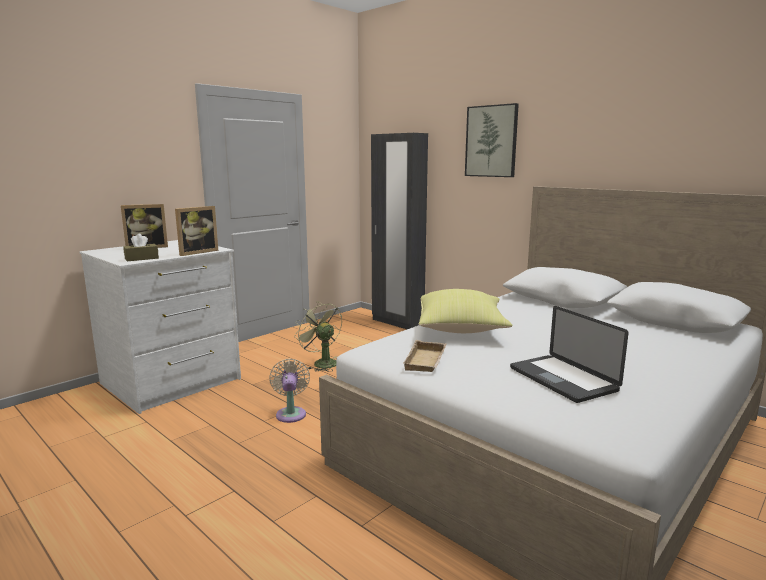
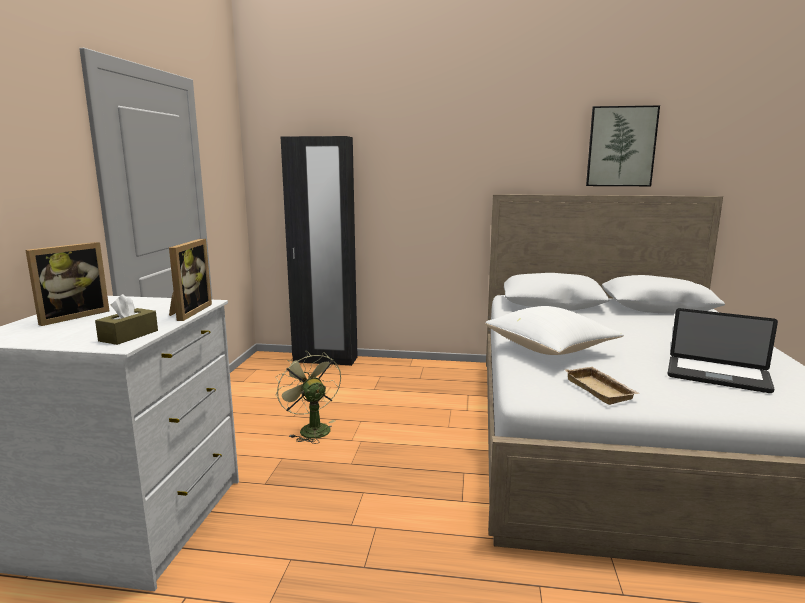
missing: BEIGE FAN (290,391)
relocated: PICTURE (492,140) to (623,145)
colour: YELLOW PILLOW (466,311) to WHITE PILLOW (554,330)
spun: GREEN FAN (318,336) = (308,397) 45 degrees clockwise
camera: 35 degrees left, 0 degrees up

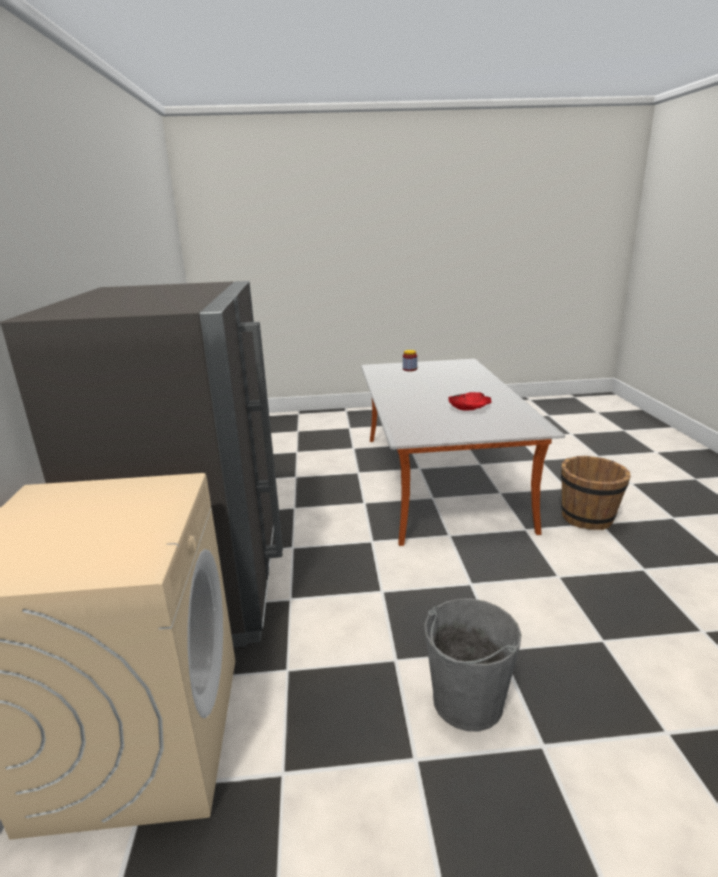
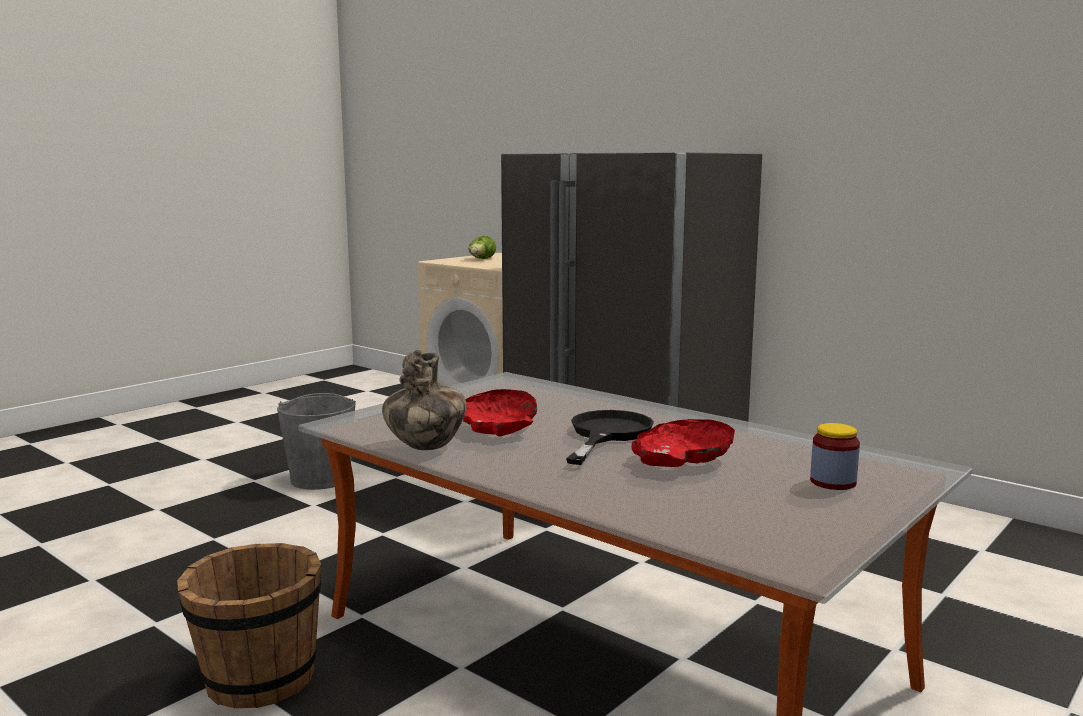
appeared: VASE (424,400); LETTUCE (482,247); BLACK FRYING PAN (610,437); RED BOWL (683,443)
camera: 135 degrees right, 10 degrees down

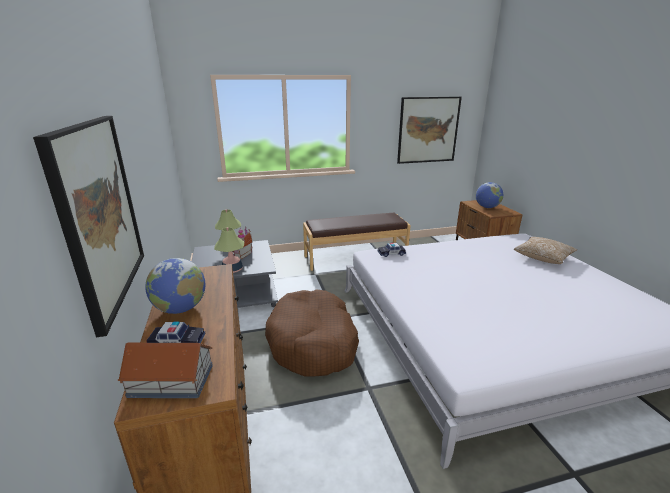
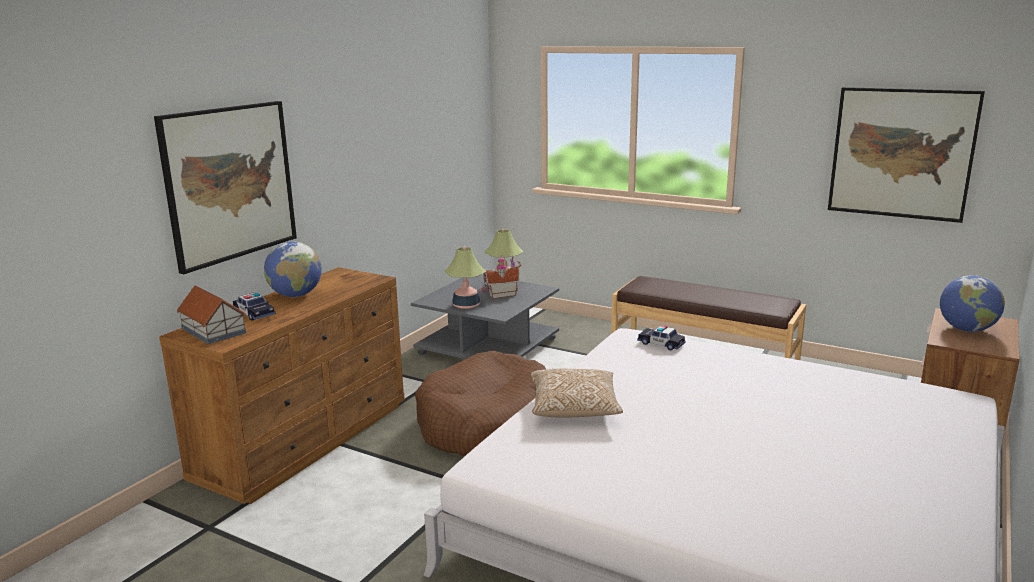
relocated: PILLOW (545,250) to (577,393)
camera: 45 degrees right, 5 degrees down

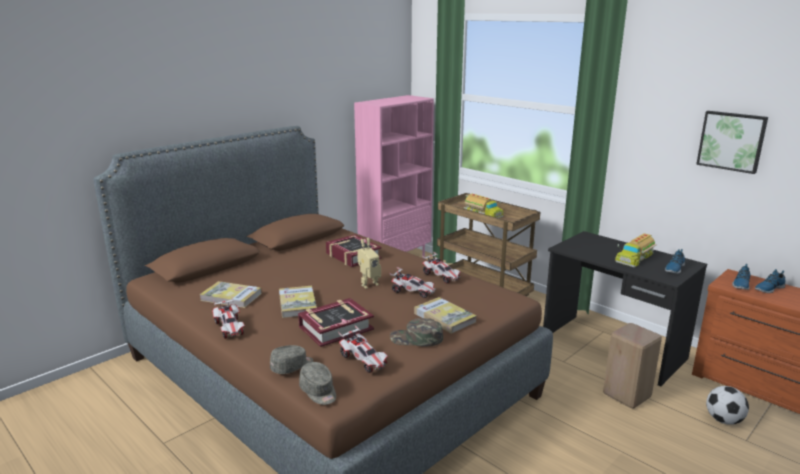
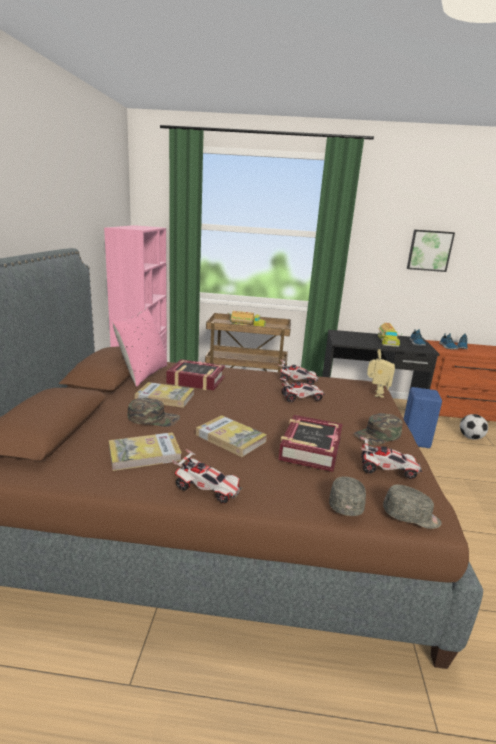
appeared: PINK PILLOW (139,347); GREEN CAP (154,412)
relocated: TOY ROBOT (369,263) to (381,373); BOOK (445,315) to (164,395)
colour: BEIGE STOOL (632,365) to BLUE STOOL (423,417)
camera: 40 degrees left, 0 degrees up

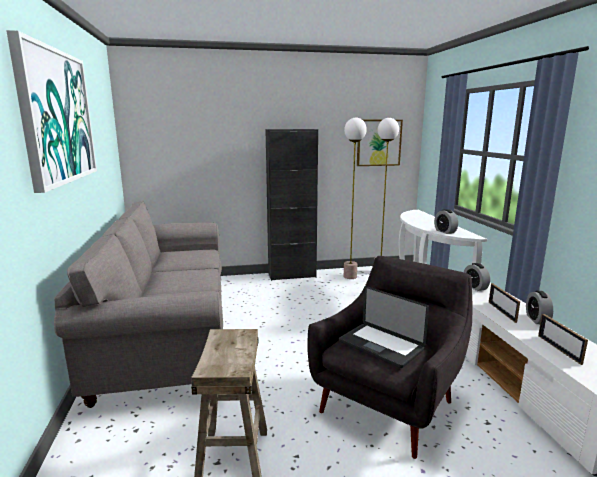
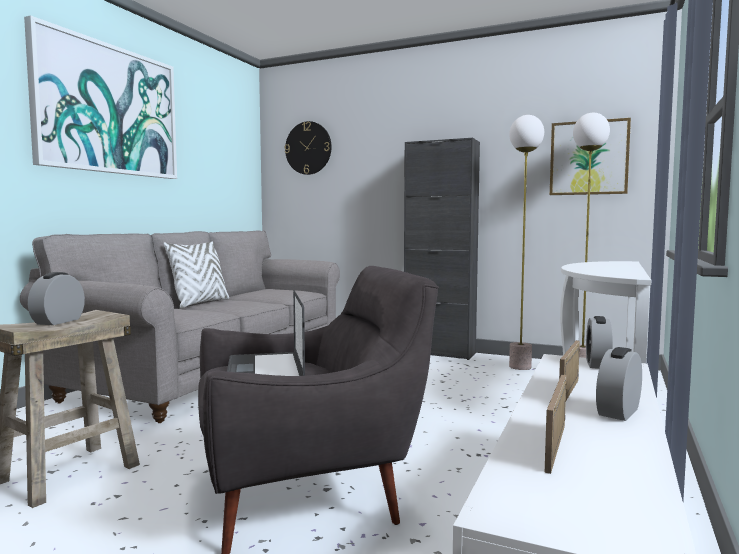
appeared: WHITE PILLOW (196,274); WALL CLOCK (308,148)
relocated: ALARM CLOCK (446,221) to (56,298)
camera: 35 degrees right, 10 degrees down

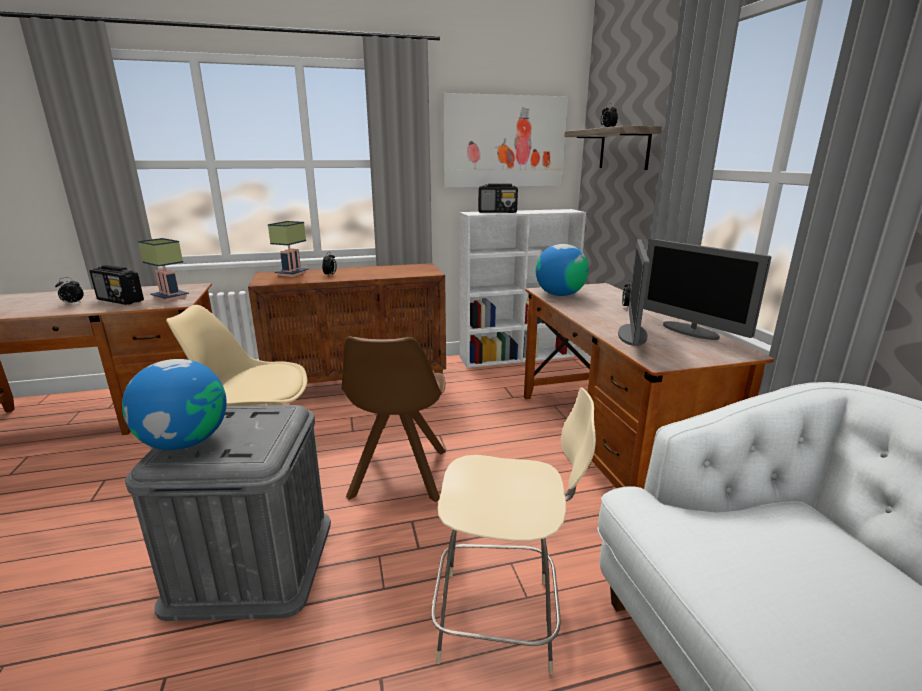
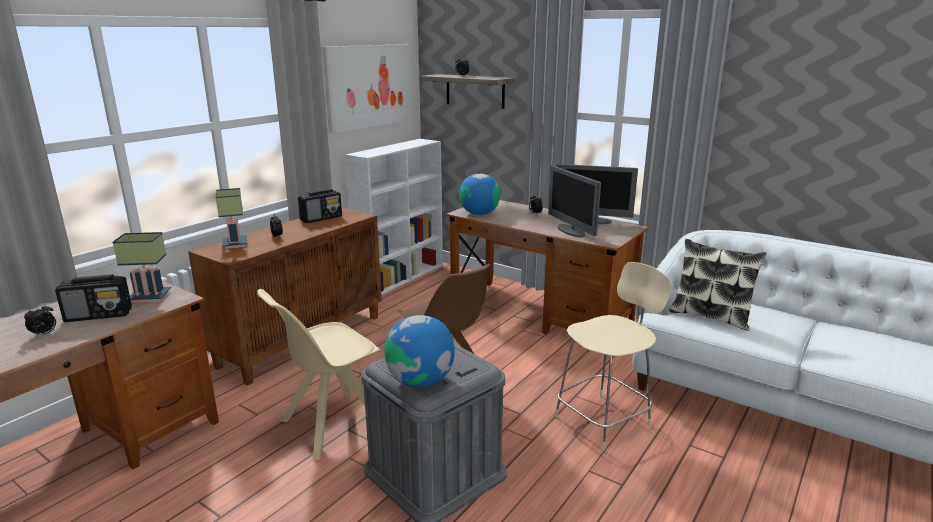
appeared: PILLOW (717,285)
relocated: RADIO (498,198) to (320,206)
camera: 40 degrees left, 0 degrees up

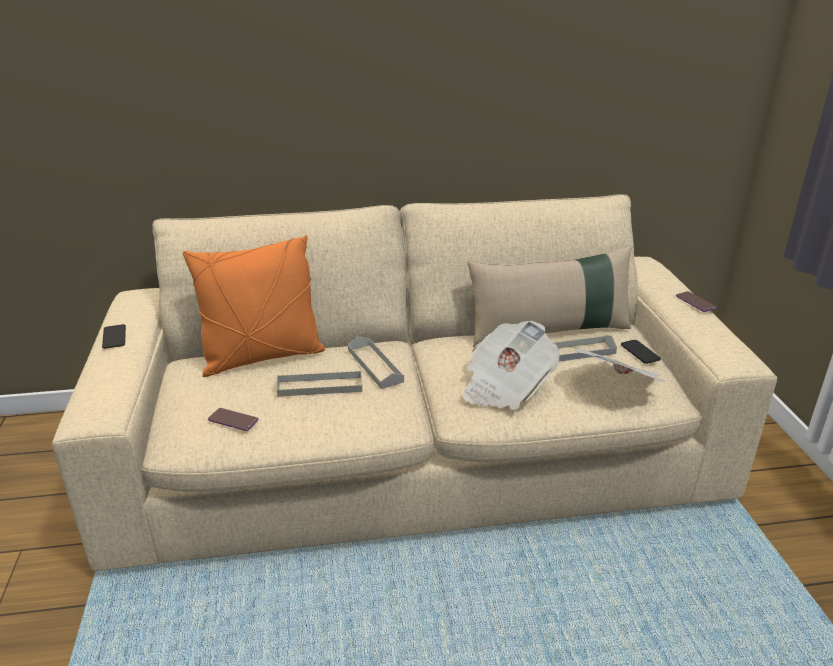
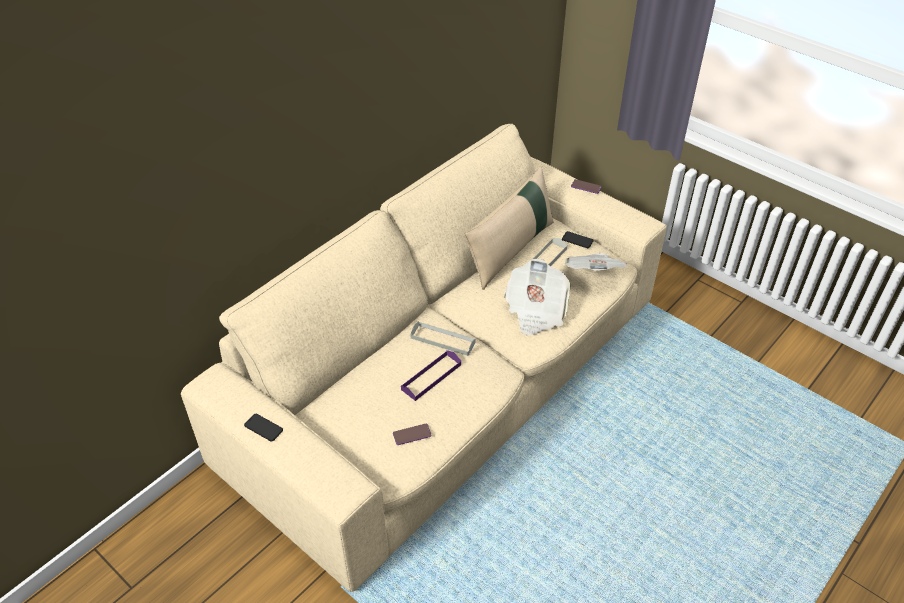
missing: ORANGE PILLOW (254,306)
colour: GREY TRAY (319,383) to PURPLE TRAY (431,375)
camera: 40 degrees left, 15 degrees up

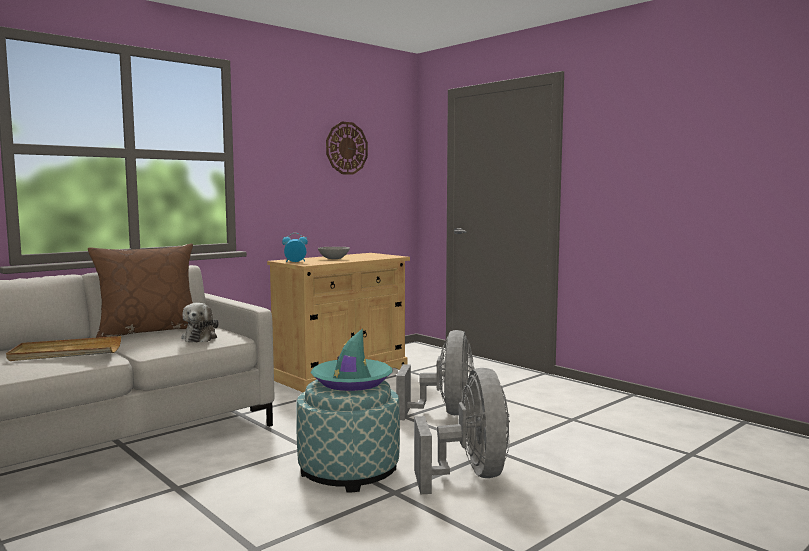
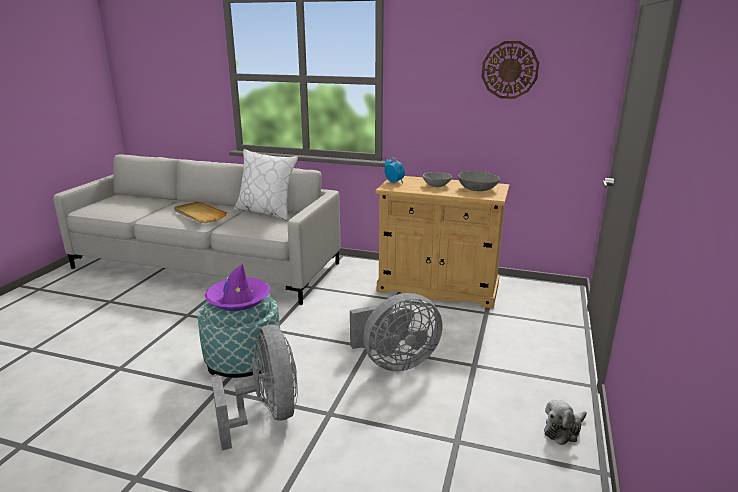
appeared: GREY BOWL (479,181)
relocated: PLUSH TOY (200,322) to (565,422)
colour: BROWN PILLOW (140,291) to WHITE PILLOW (266,185); TURQUOISE HAT (351,359) to PURPLE HAT (237,287)
spun: GREY FAN (462,431) = (254,387) 75 degrees counterclockwise
camera: 60 degrees right, 15 degrees up

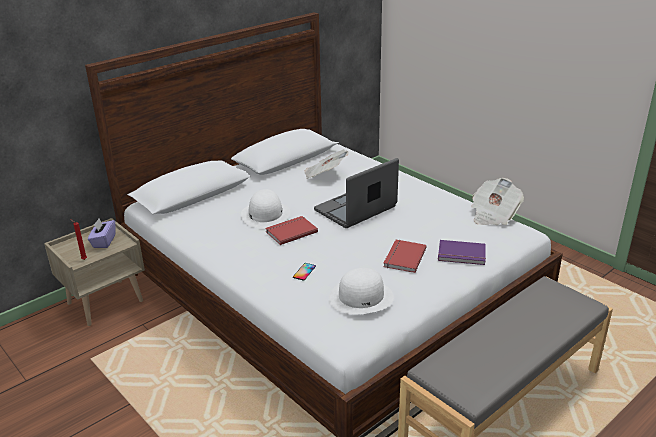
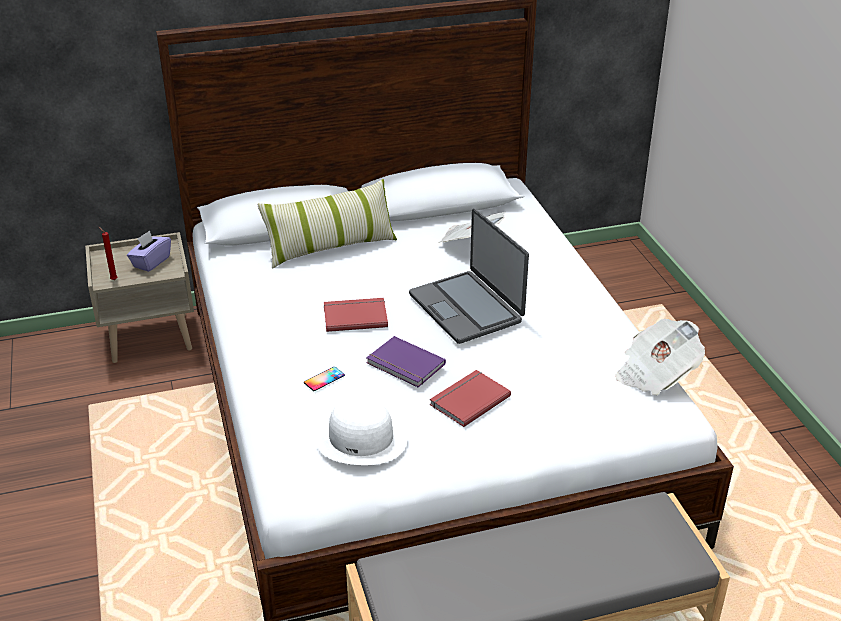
missing: WHITE HAT (265,208)
appeared: PILLOW (327,224)
relocated: PURPLE BOOK (462,252) to (406,361)
spun: LAPTOP (356,193) = (469,276) 105 degrees counterclockwise
camera: 25 degrees right, 5 degrees up

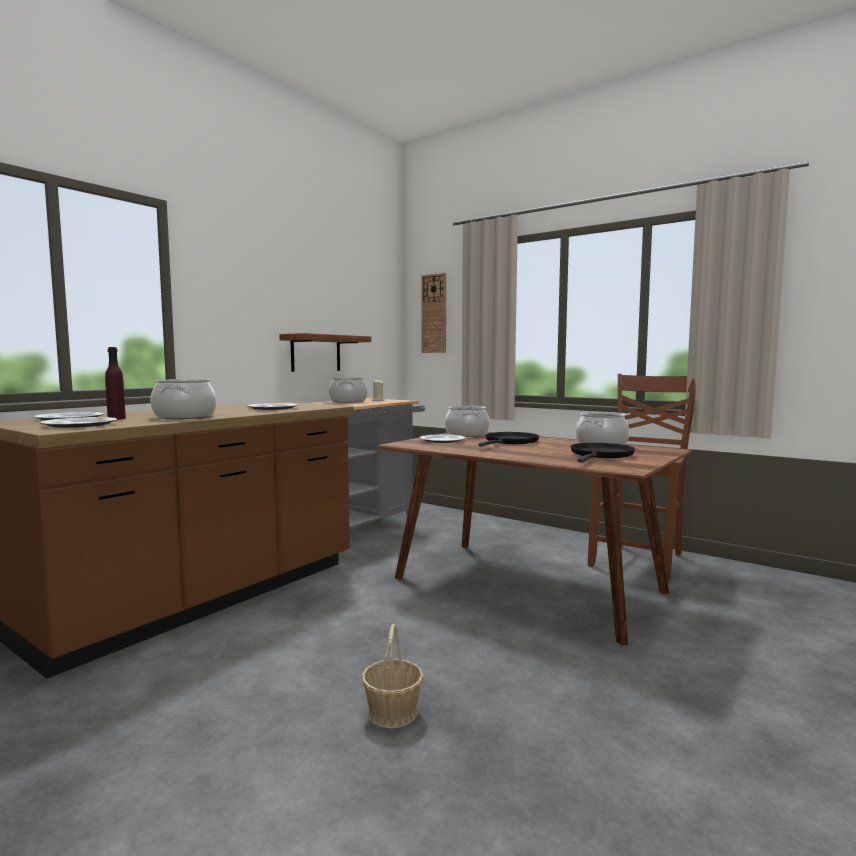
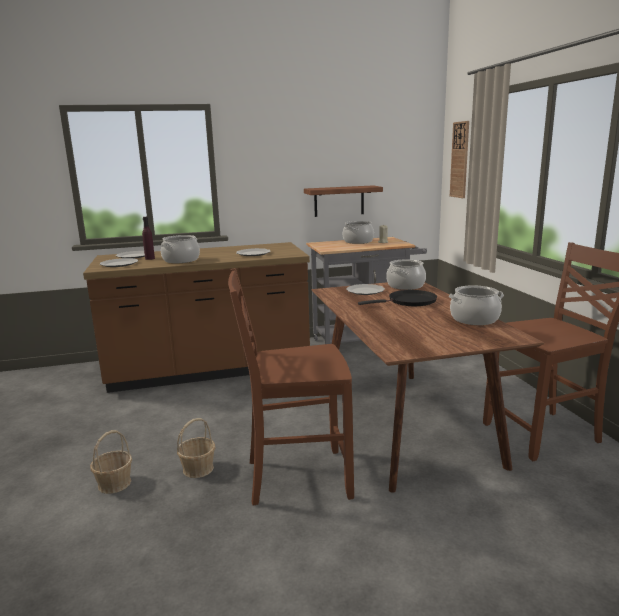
missing: BLACK FRYING PAN (602,452)
appeared: BASKET (111,462); BROWN CHAIR (291,387)
camera: 40 degrees right, 10 degrees up

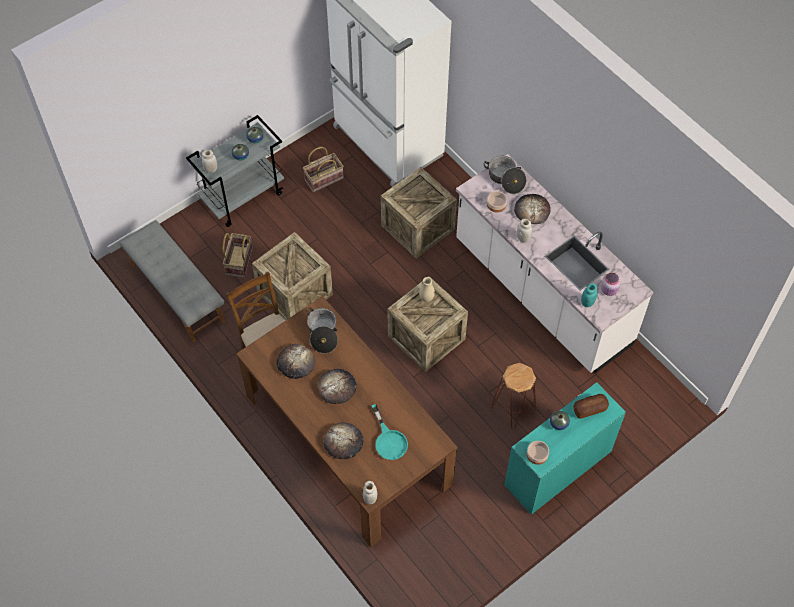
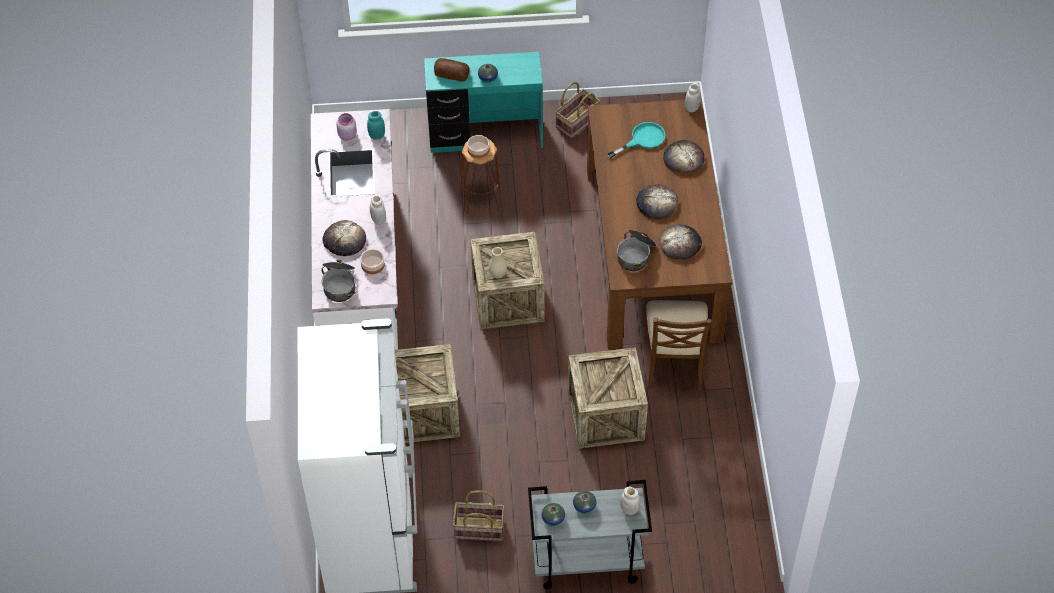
missing: GREY BENCH (172,281)
relocated: BASKET (238,255) to (577,110); BOWL (538,453) to (478,146)
spun: TURQUOISE FRYING PAN (389,432) = (636,140) 45 degrees clockwise
camera: 145 degrees left, 5 degrees down

